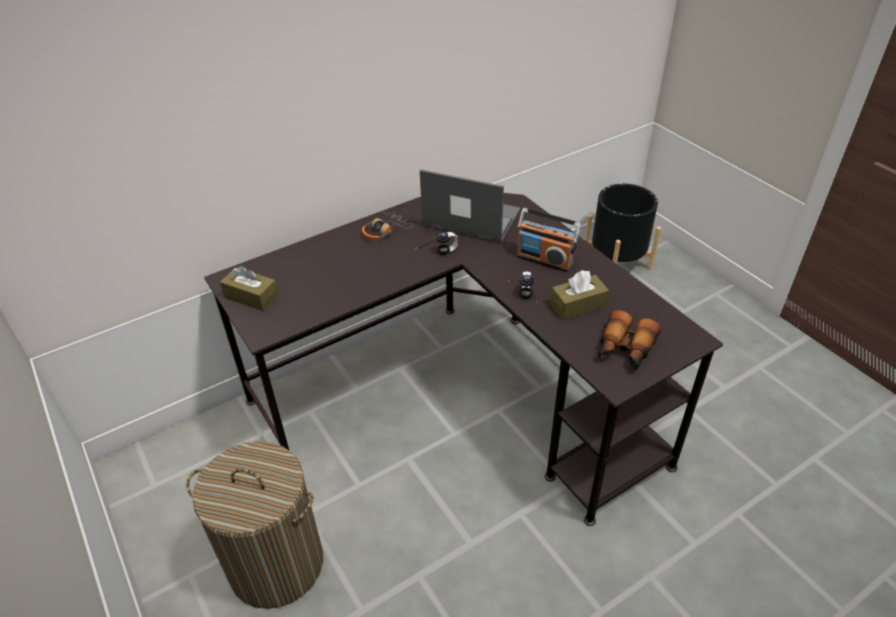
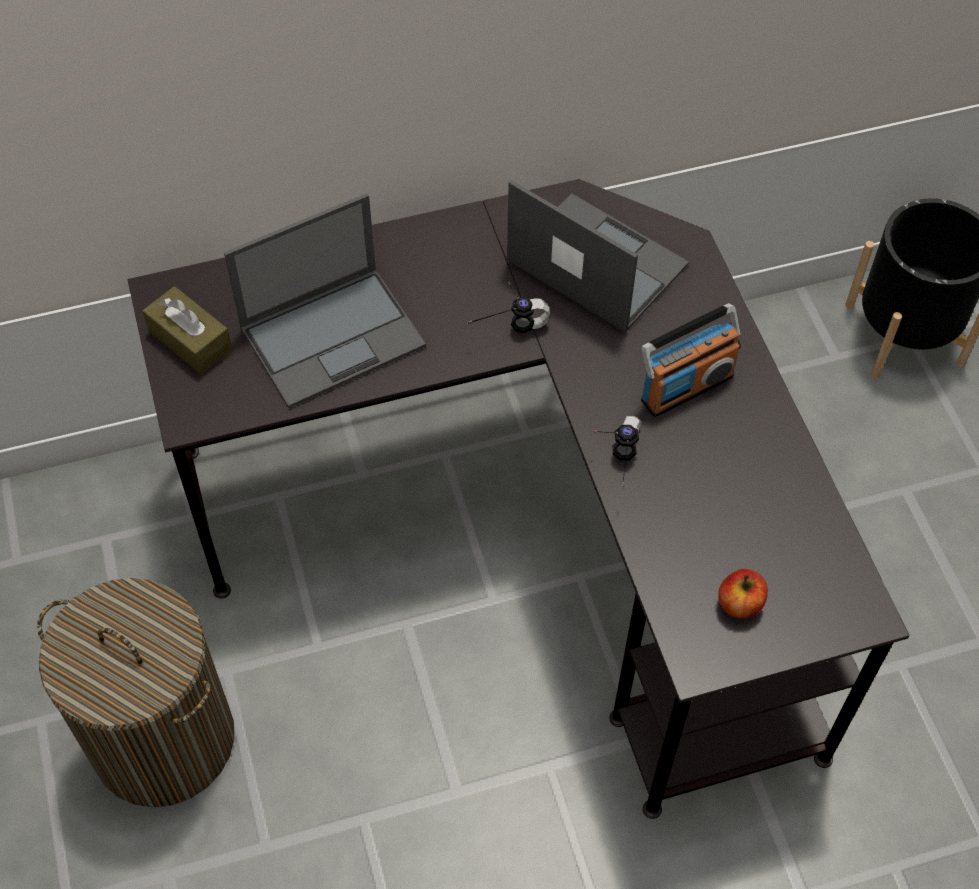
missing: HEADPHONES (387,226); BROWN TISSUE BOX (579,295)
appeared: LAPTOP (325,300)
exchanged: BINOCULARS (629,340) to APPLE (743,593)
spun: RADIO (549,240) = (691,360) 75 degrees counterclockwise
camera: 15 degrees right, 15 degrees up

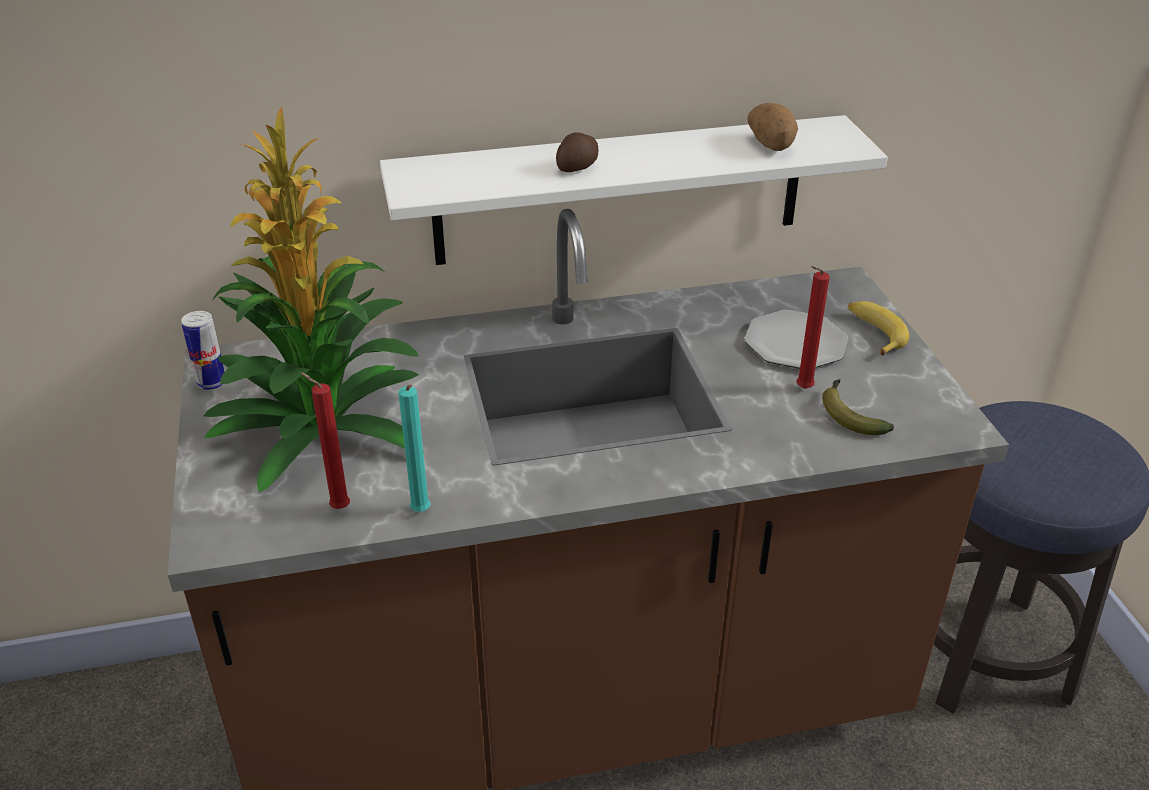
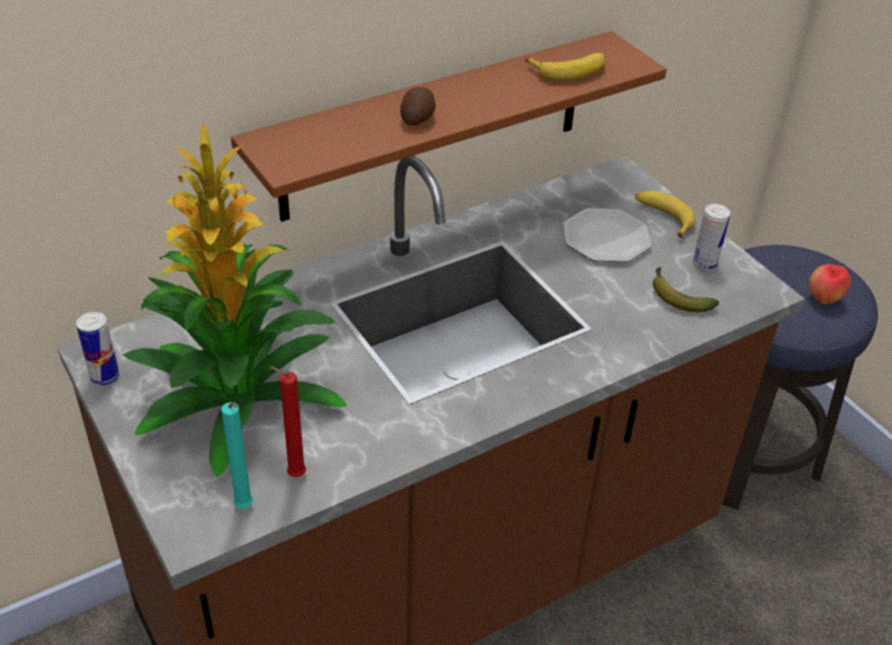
missing: RED CANDLE (813,327)
appeared: CAN (711,237); APPLE (830,284)
relocated: TURQUOISE CANDLE (414,448) to (237,455)
exchanged: POTATO (773,127) to BANANA (565,67)
colour: WHITE SHELF (634,190) to BROWN SHELF (449,126)
camera: 20 degrees left, 5 degrees up

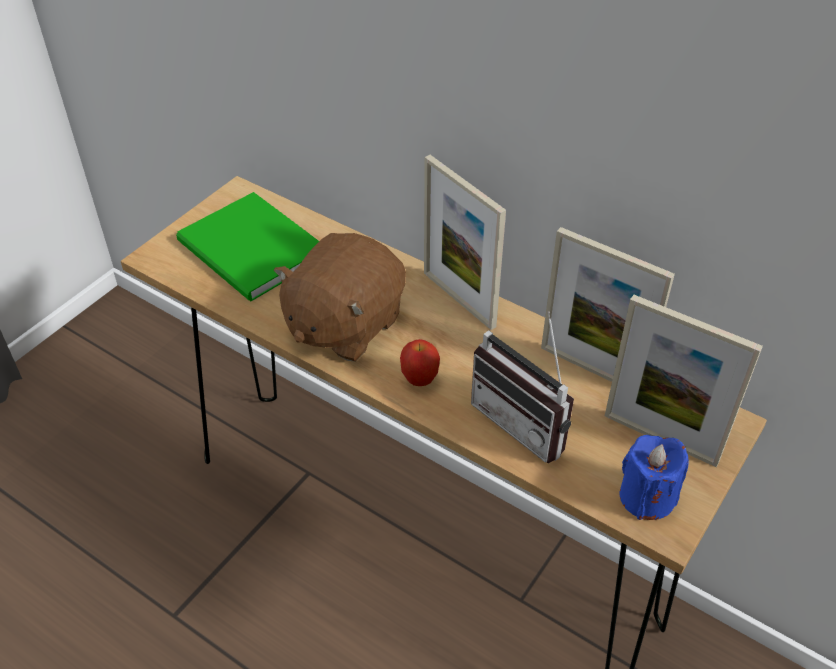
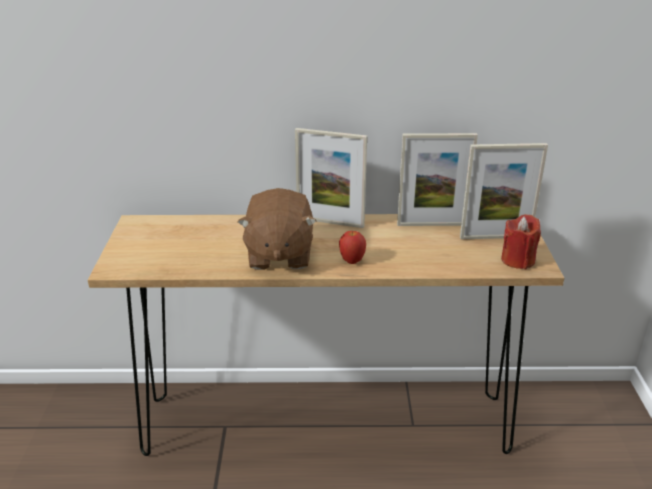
missing: GREEN BOOK (247,246); RADIO (522,387)
colour: BLUE CANDLE (654,477) to RED CANDLE (521,241)
camera: 35 degrees left, 15 degrees down

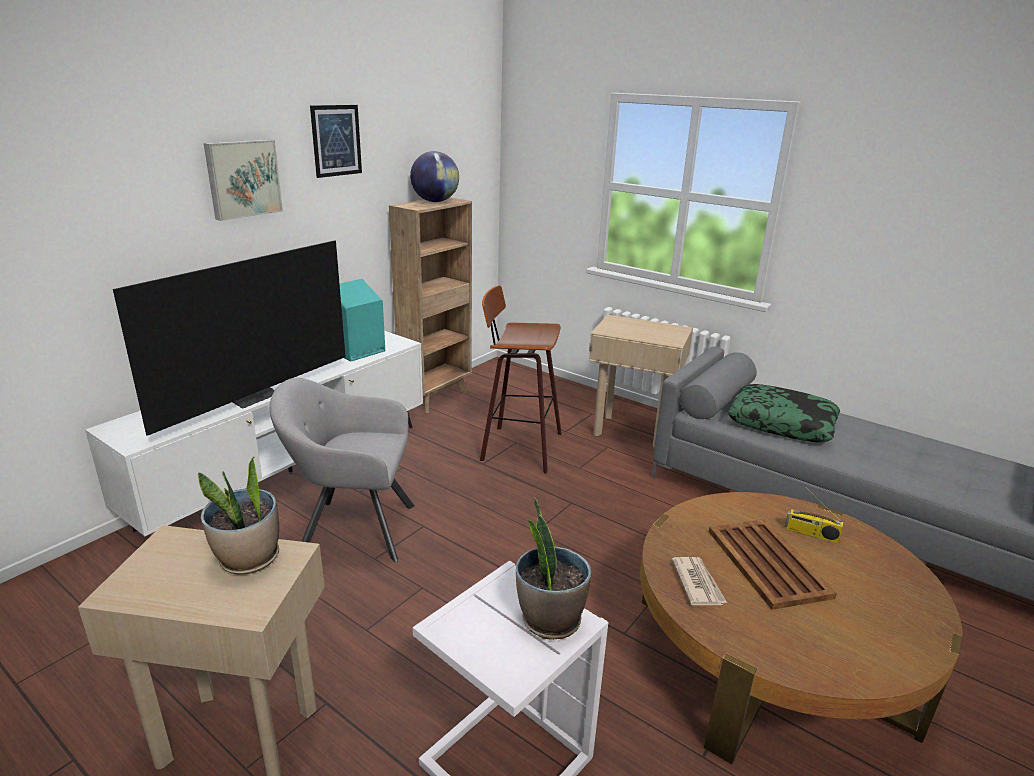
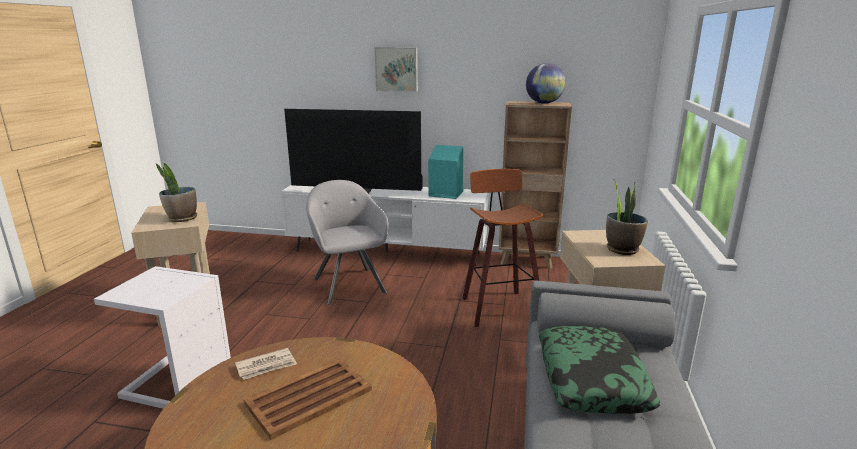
missing: PICTURE (336,141); RADIO (814,515)
relocated: POTTED PLANT (553,568) to (627,217)
camera: 65 degrees right, 5 degrees down

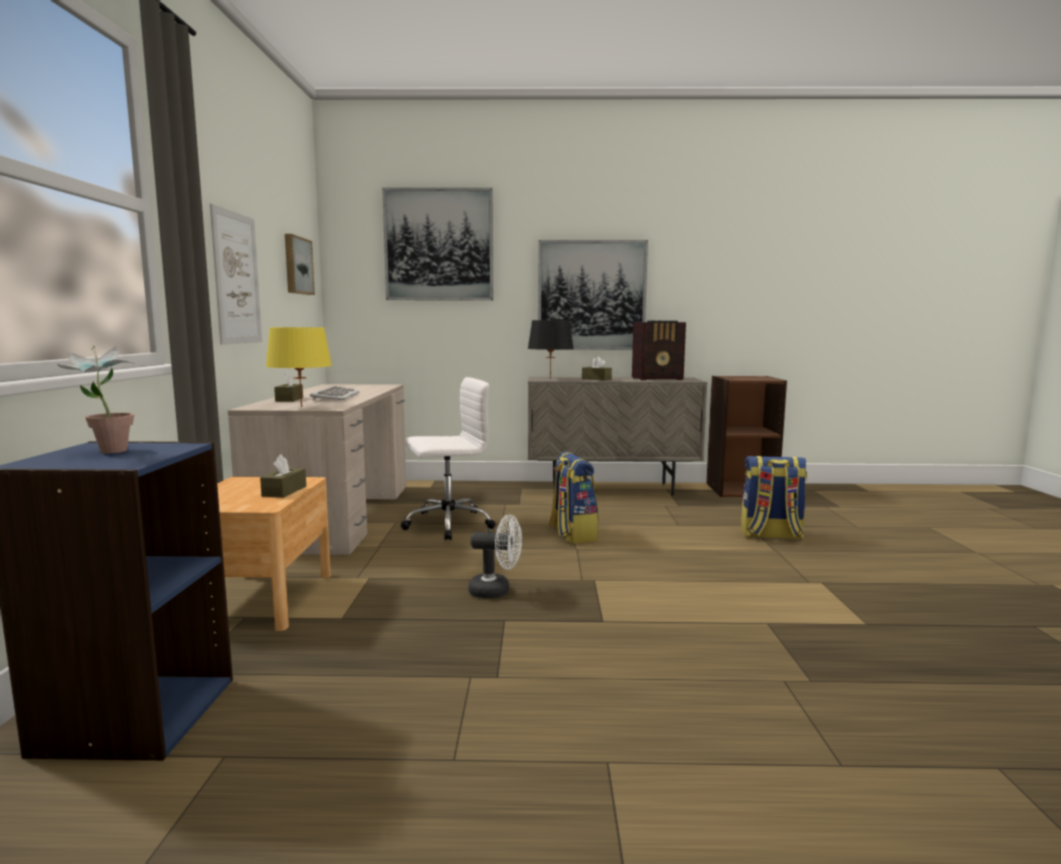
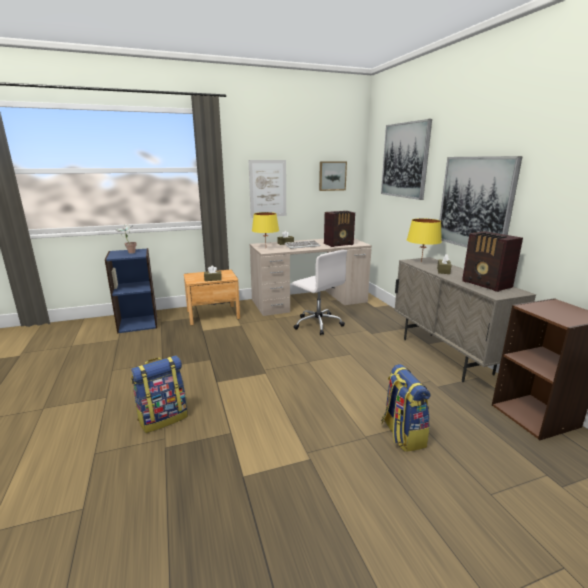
missing: WHITE FAN (495,556)
appeared: RADIO (339,229)
relocated: BACKPACK (574,497) to (159,394)
colour: BLACK TABLE LAMP (551,349) to YELLOW TABLE LAMP (424,240)
camera: 70 degrees right, 10 degrees up

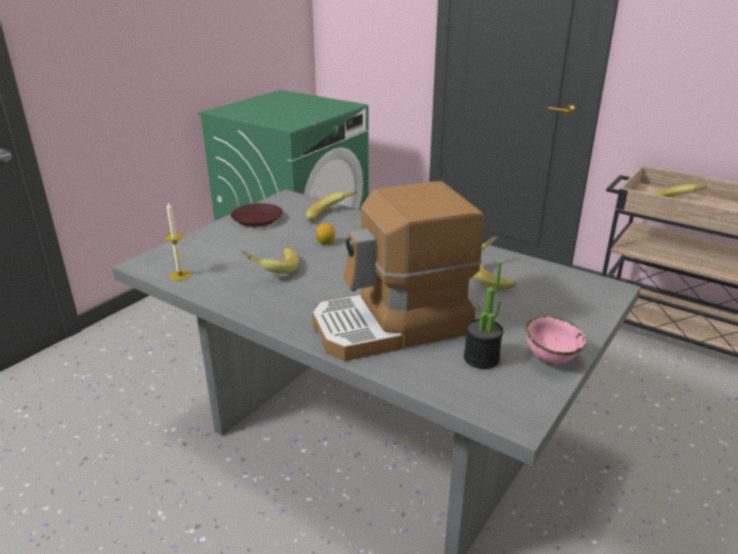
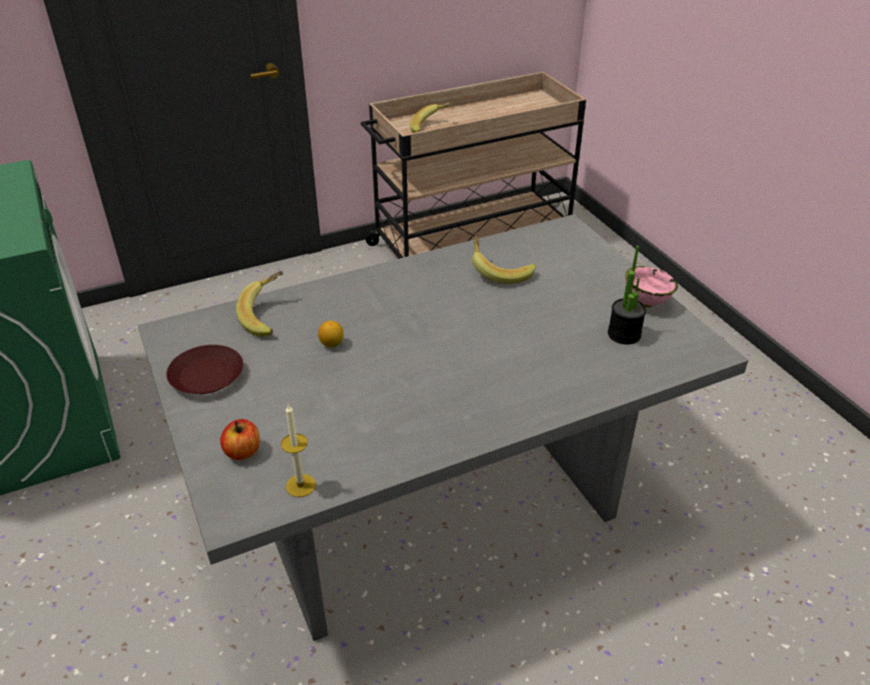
missing: BANANA (270,261); COFFEE MACHINE (398,271)
appeared: APPLE (240,439)
camera: 60 degrees left, 10 degrees up

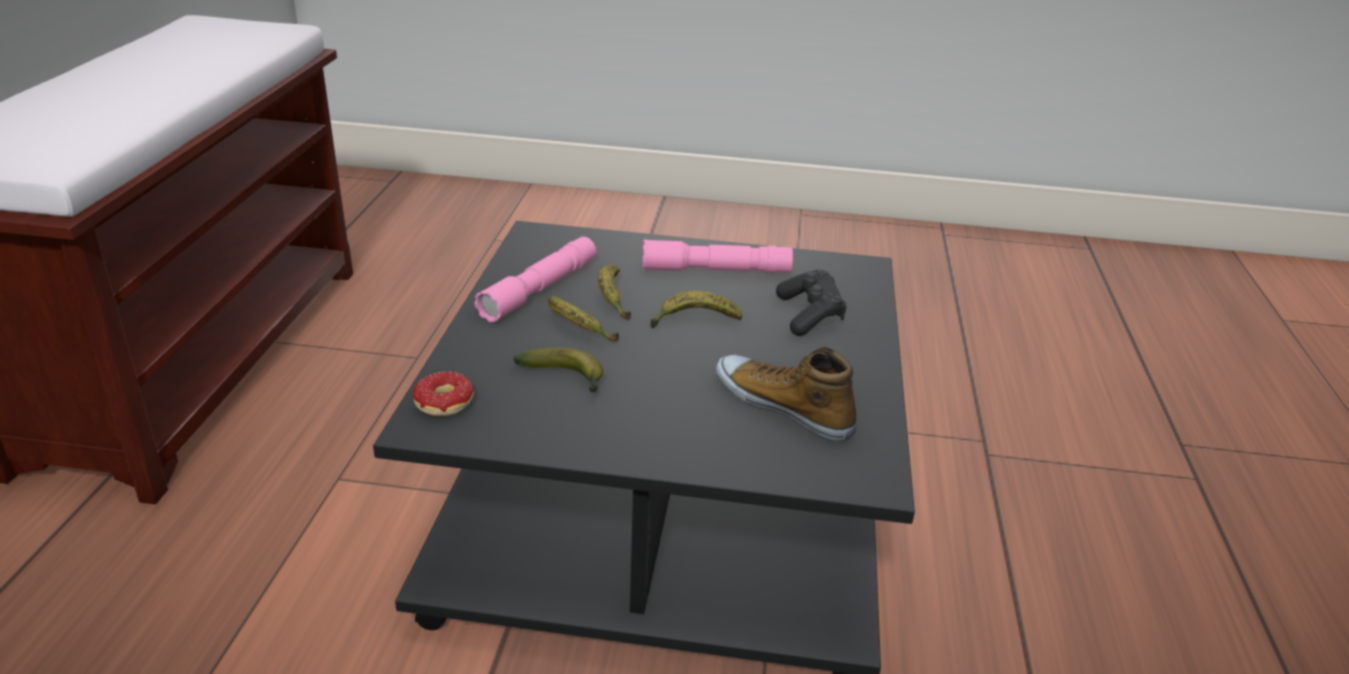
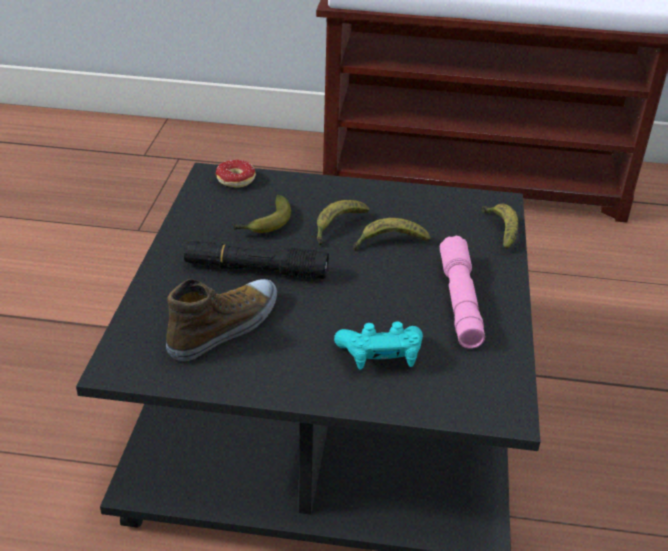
missing: PINK FLASHLIGHT (535,280)
appeared: BLACK FLASHLIGHT (256,260)
relocated: BANANA (696,309) to (500,226)
colour: BLACK GAME CONTROLLER (811,302) to TURQUOISE GAME CONTROLLER (378,345)
camera: 90 degrees right, 5 degrees up

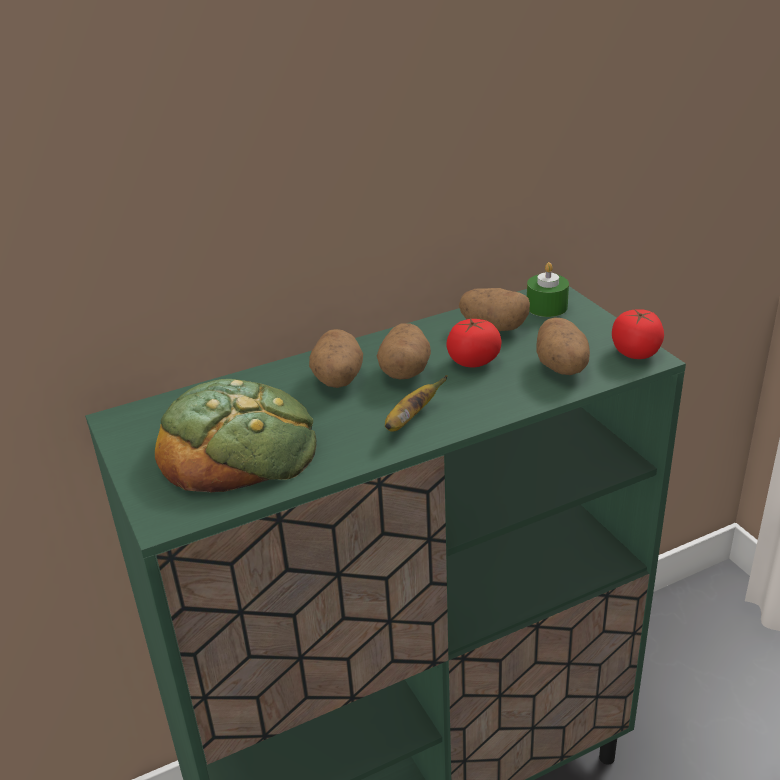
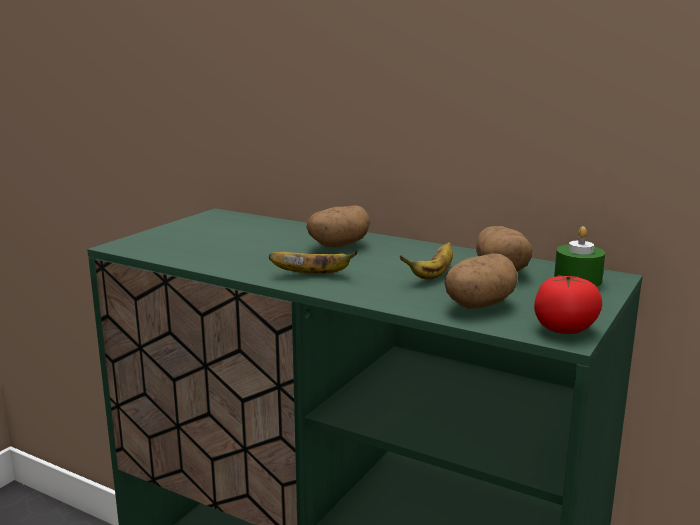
missing: BREAD (236,435); POTATO (404,351)
exchanged: TOMATO (474,343) to BANANA (426,261)
camera: 55 degrees right, 15 degrees down

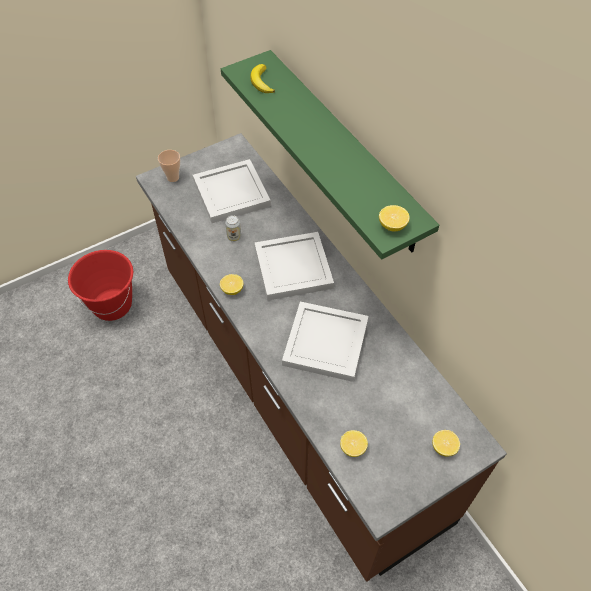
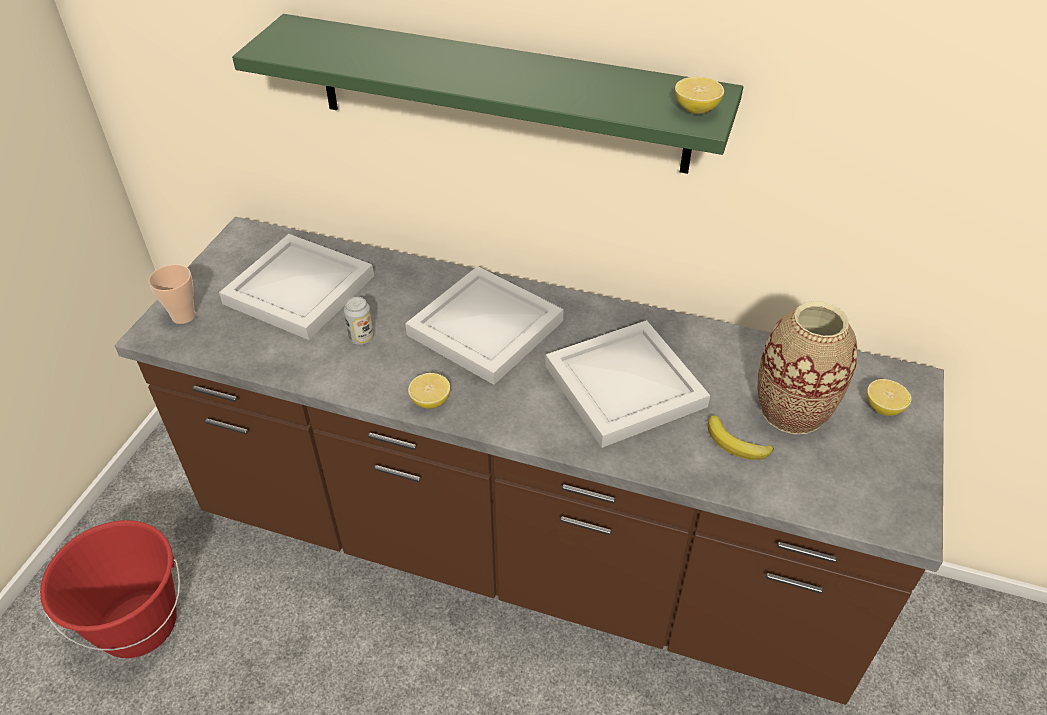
missing: LEMON (354,443)
appeared: VASE (807,367)
relocated: BANANA (262,78) to (740,437)
camera: 40 degrees left, 10 degrees down

